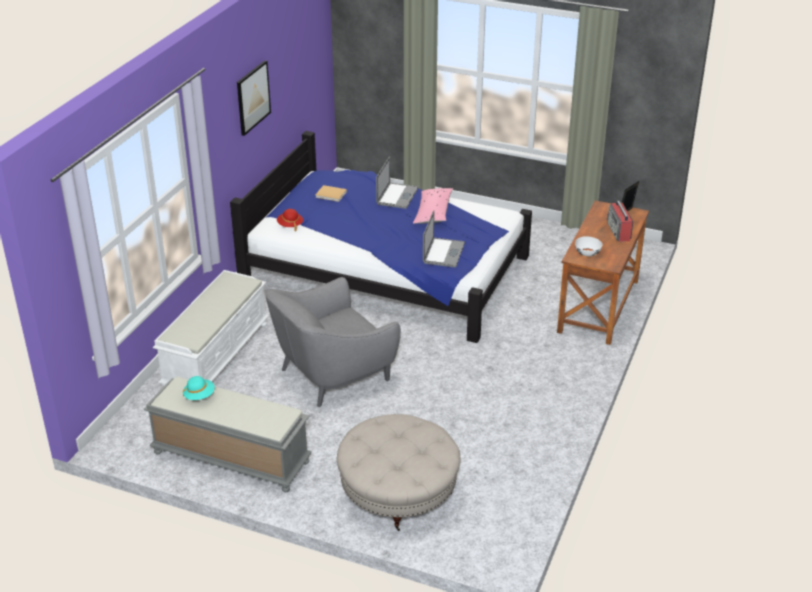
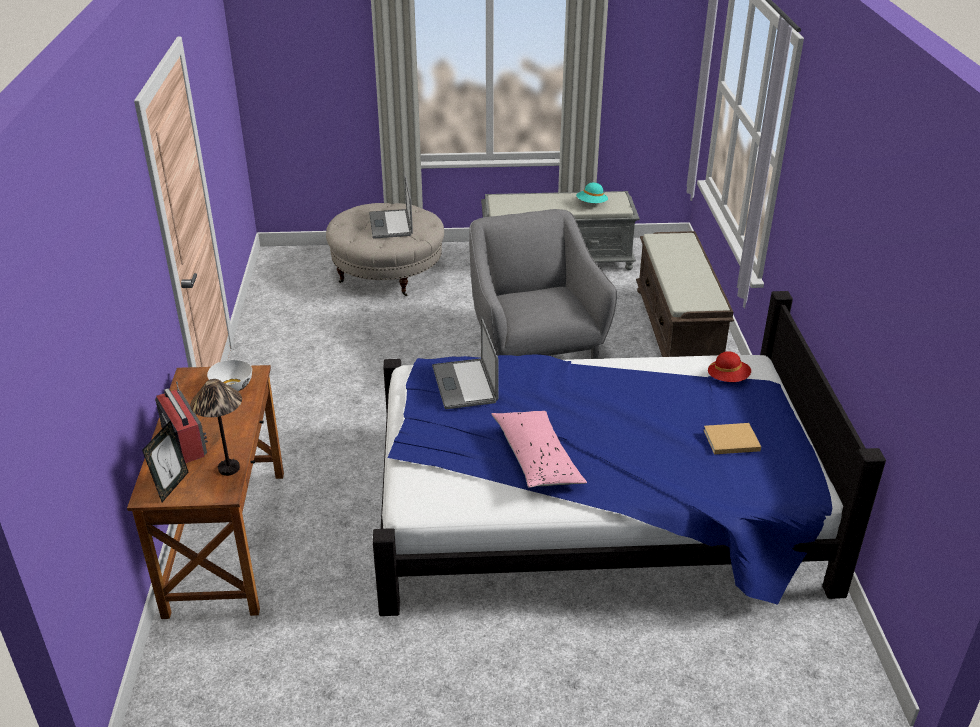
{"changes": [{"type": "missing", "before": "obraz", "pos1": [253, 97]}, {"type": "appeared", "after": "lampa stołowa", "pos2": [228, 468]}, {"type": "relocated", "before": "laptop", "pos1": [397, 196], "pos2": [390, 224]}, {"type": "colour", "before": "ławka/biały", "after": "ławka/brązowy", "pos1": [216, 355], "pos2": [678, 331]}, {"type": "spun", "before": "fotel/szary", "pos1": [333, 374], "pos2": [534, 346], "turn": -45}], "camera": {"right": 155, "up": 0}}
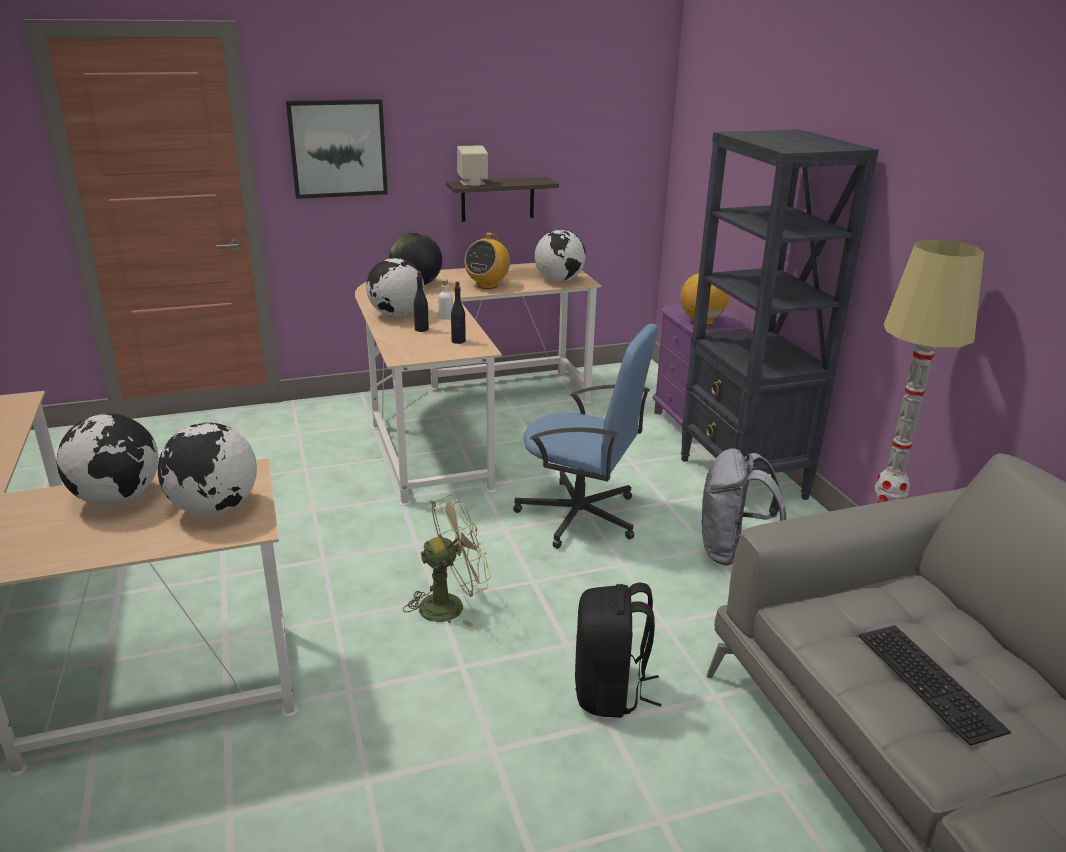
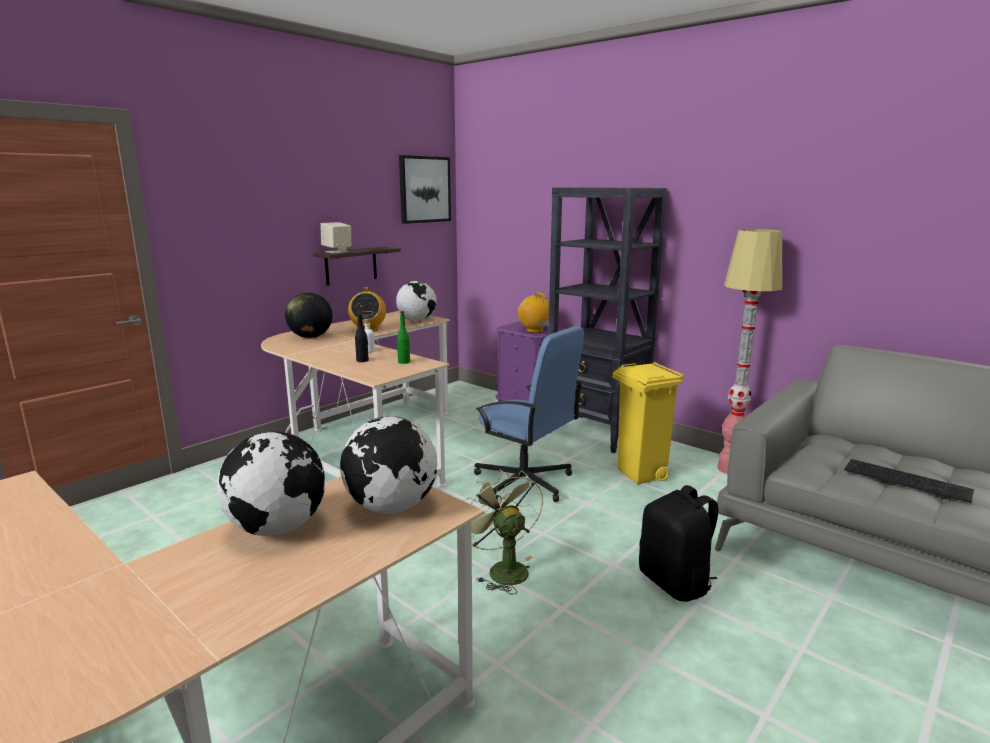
{"changes": [{"type": "missing", "before": "globus", "pos1": [396, 315]}, {"type": "relocated", "before": "obraz", "pos1": [338, 148], "pos2": [424, 189]}, {"type": "exchanged", "before": "plecak/szary", "after": "kosz na śmieci/żółty", "pos1": [732, 552], "pos2": [641, 475]}, {"type": "colour", "before": "butelka/czarny", "after": "butelka/zielony", "pos1": [458, 341], "pos2": [404, 362]}, {"type": "spun", "before": "wentylator/zielony", "pos1": [450, 604], "pos2": [502, 569], "turn": -60}, {"type": "spun", "before": "krzesło biurowe/niebieski", "pos1": [580, 516], "pos2": [524, 482], "turn": 45}], "camera": {"right": -30, "up": -10}}
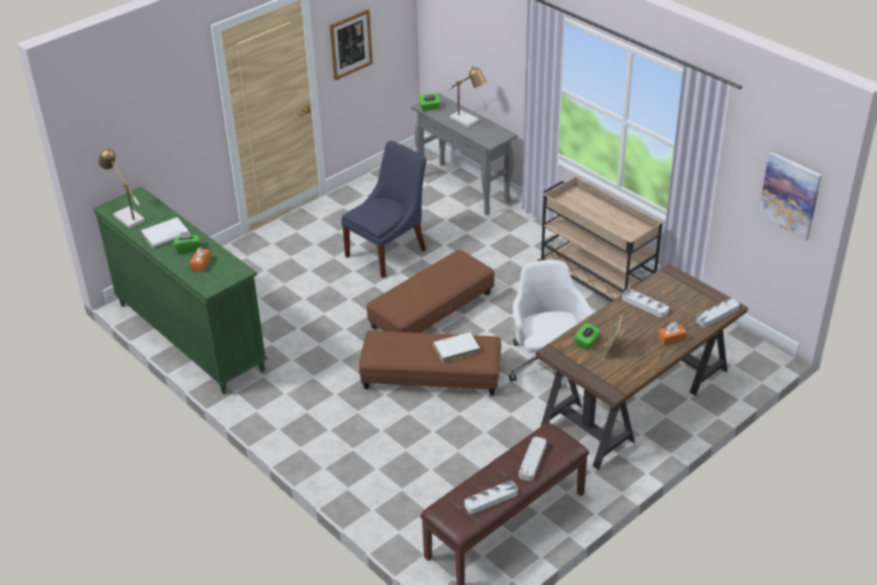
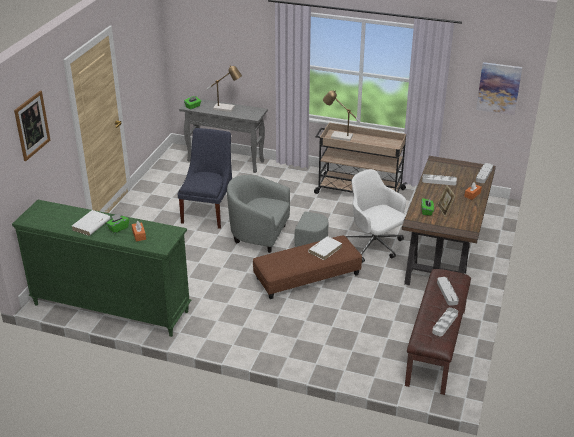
{"changes": [{"type": "relocated", "before": "lampa stołowa", "pos1": [126, 217], "pos2": [338, 136]}, {"type": "relocated", "before": "obraz", "pos1": [350, 44], "pos2": [32, 125]}, {"type": "exchanged", "before": "pufa/brązowy", "after": "fotel/szary", "pos1": [432, 310], "pos2": [271, 238]}], "camera": {"right": -30, "up": -5}}
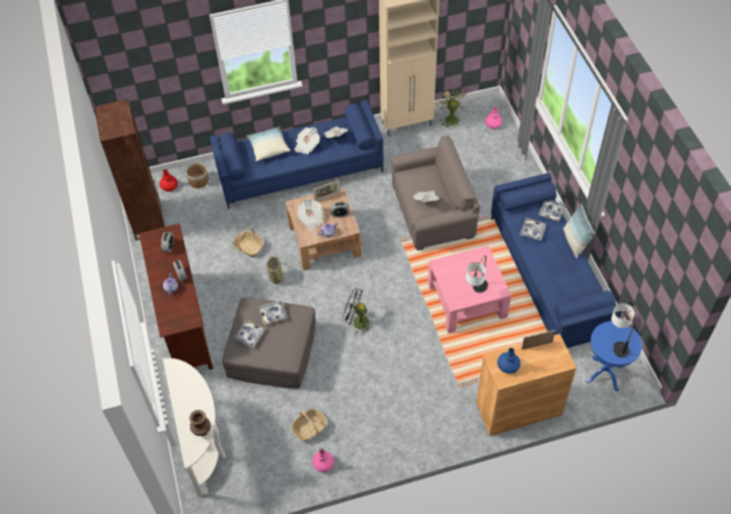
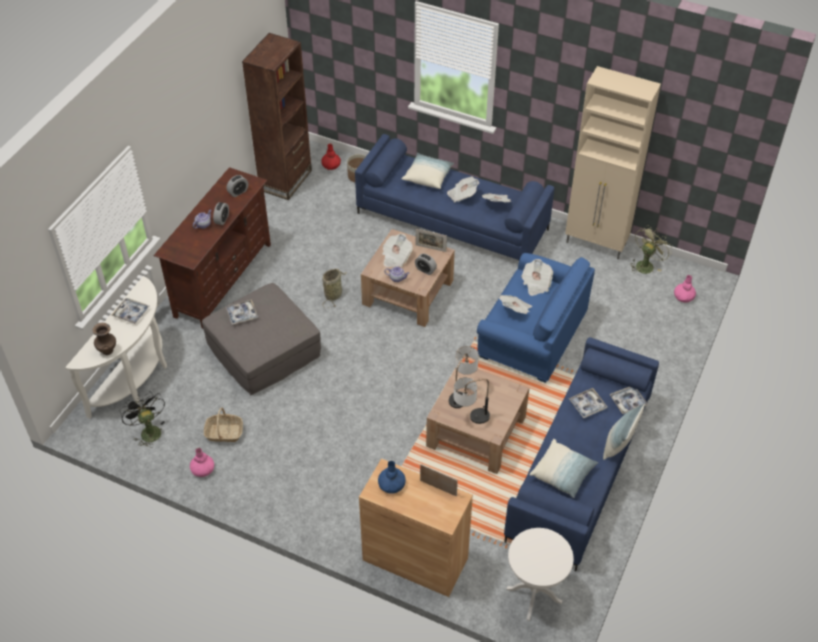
{"changes": [{"type": "missing", "before": "koszyk", "pos1": [248, 247]}, {"type": "appeared", "after": "gazeta", "pos2": [536, 284]}, {"type": "appeared", "after": "poduszka", "pos2": [562, 473]}, {"type": "relocated", "before": "taca", "pos1": [273, 314], "pos2": [131, 313]}, {"type": "relocated", "before": "wentylator/czarny", "pos1": [357, 322], "pos2": [148, 431]}, {"type": "relocated", "before": "lampa stołowa", "pos1": [617, 342], "pos2": [462, 393]}, {"type": "colour", "before": "fotel/szary", "after": "fotel/niebieski", "pos1": [432, 212], "pos2": [532, 335]}, {"type": "colour", "before": "ława/różowy", "after": "ława/brązowy", "pos1": [467, 300], "pos2": [476, 431]}, {"type": "colour", "before": "stolik/niebieski", "after": "stolik/biały", "pos1": [605, 373], "pos2": [534, 595]}], "camera": {"right": 40, "up": -5}}
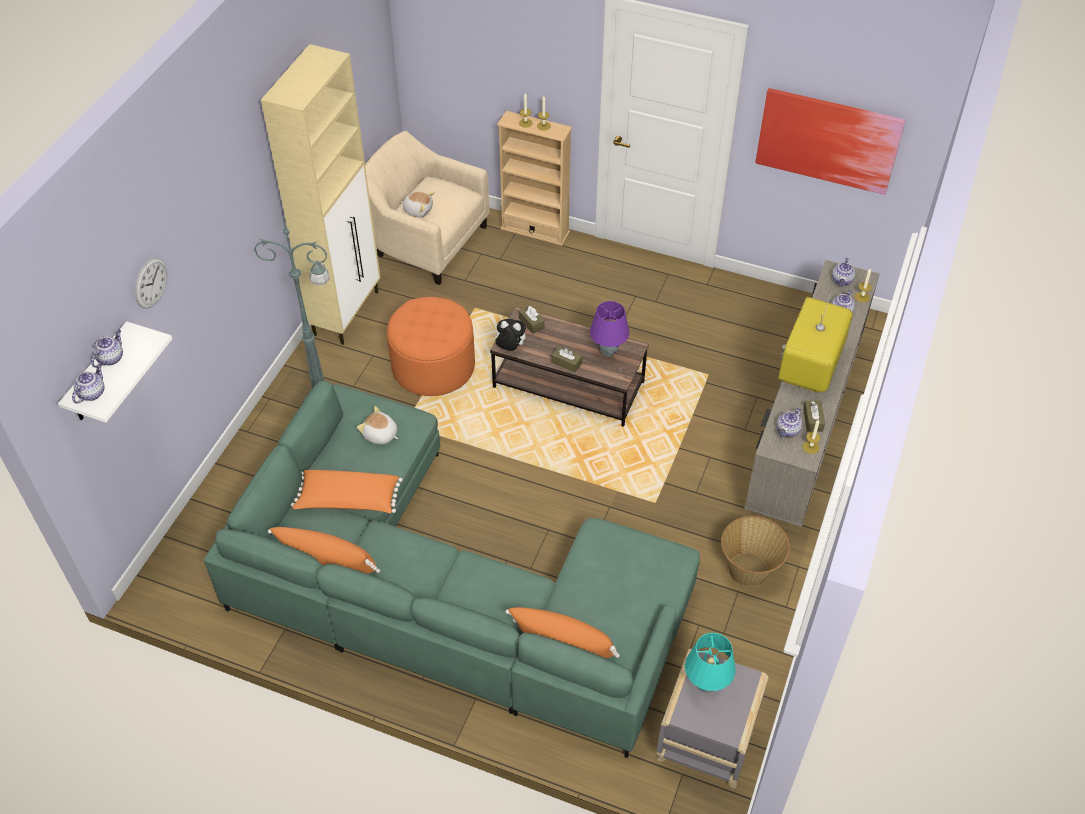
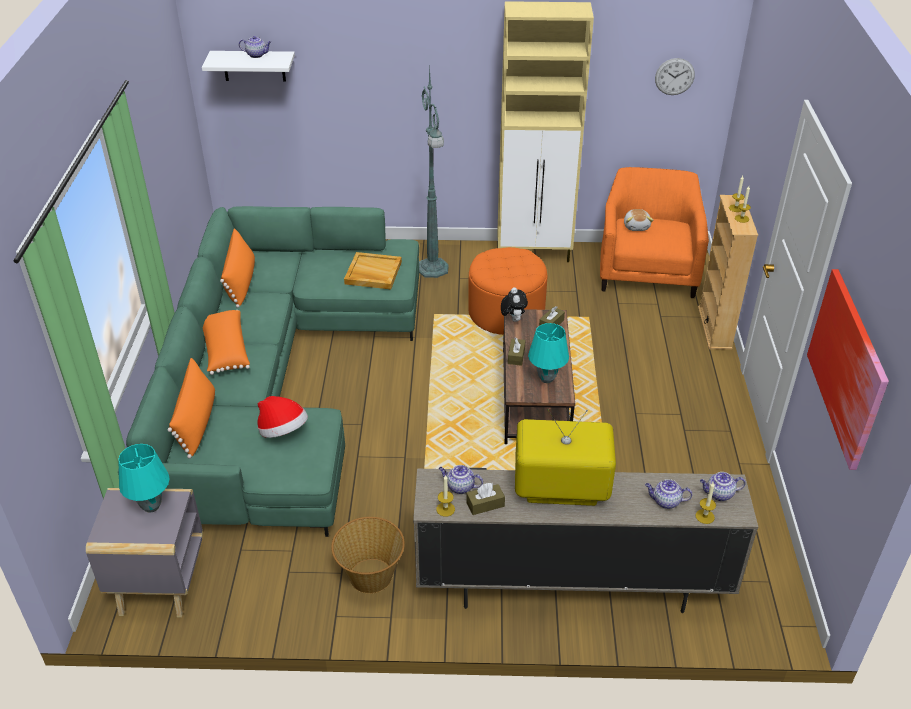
{"changes": [{"type": "missing", "before": "imbryk", "pos1": [92, 393]}, {"type": "appeared", "after": "kapelusz", "pos2": [283, 431]}, {"type": "relocated", "before": "zegar ścienny", "pos1": [150, 283], "pos2": [674, 76]}, {"type": "relocated", "before": "poduszka/pomarańczowy", "pos1": [348, 500], "pos2": [225, 350]}, {"type": "exchanged", "before": "pluszak", "after": "taca/beżowy", "pos1": [380, 435], "pos2": [372, 273]}, {"type": "colour", "before": "fotel/beżowy", "after": "fotel/pomarańczowy", "pos1": [427, 242], "pos2": [647, 271]}, {"type": "colour", "before": "lampa stołowa/fioletowy", "after": "lampa stołowa/turkusowy", "pos1": [608, 351], "pos2": [547, 378]}], "camera": {"right": 70, "up": -10}}
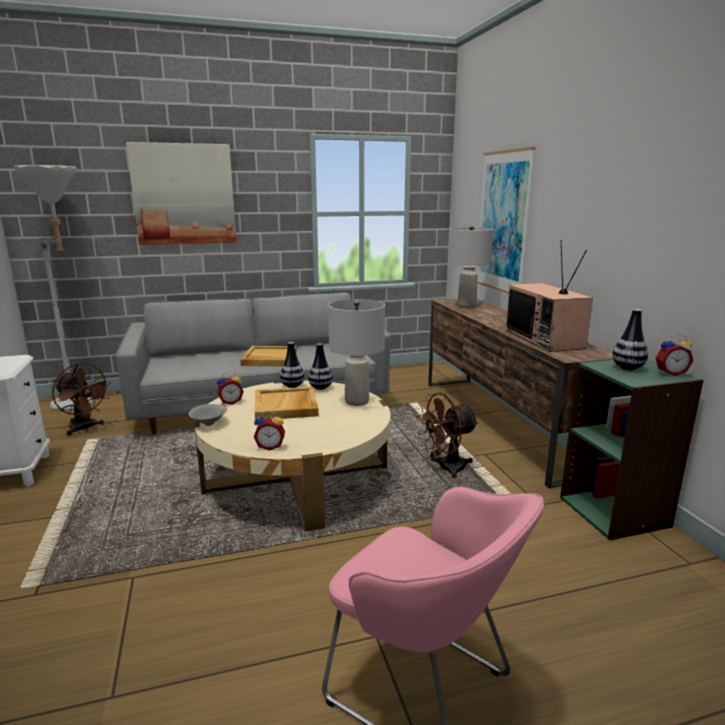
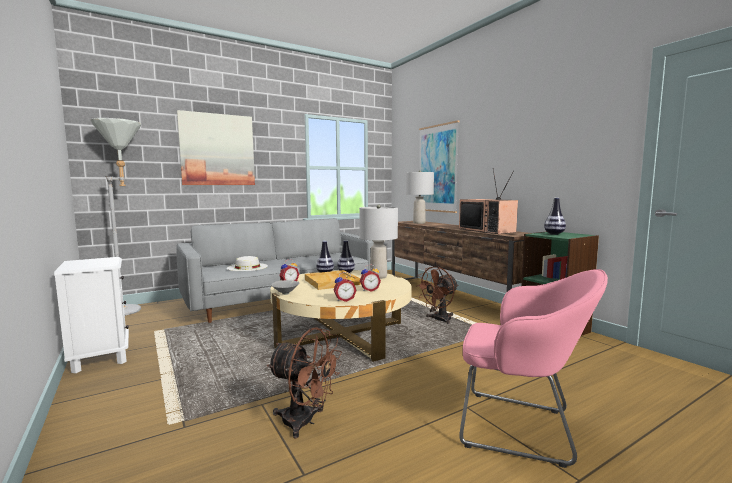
{"changes": [{"type": "missing", "before": "taca/beżowy", "pos1": [269, 359]}, {"type": "appeared", "after": "kapelusz/biały", "pos2": [247, 267]}, {"type": "relocated", "before": "wentylator/brązowy", "pos1": [84, 428], "pos2": [305, 422]}, {"type": "relocated", "before": "budzik", "pos1": [670, 373], "pos2": [369, 290]}], "camera": {"right": -15, "up": -10}}
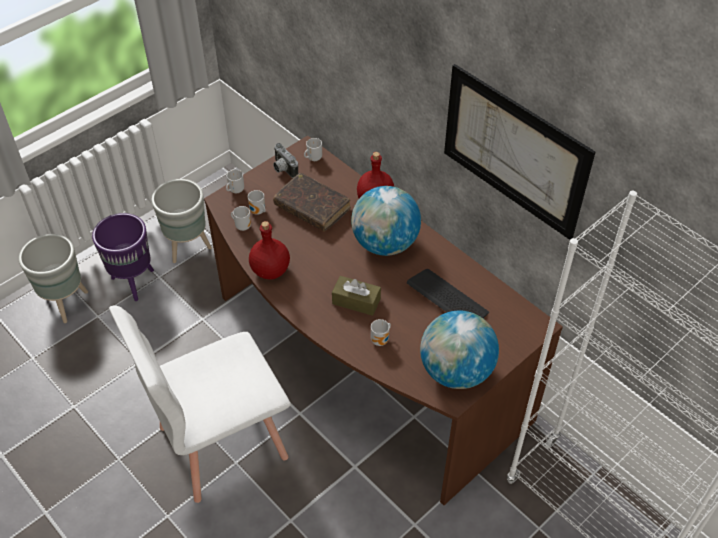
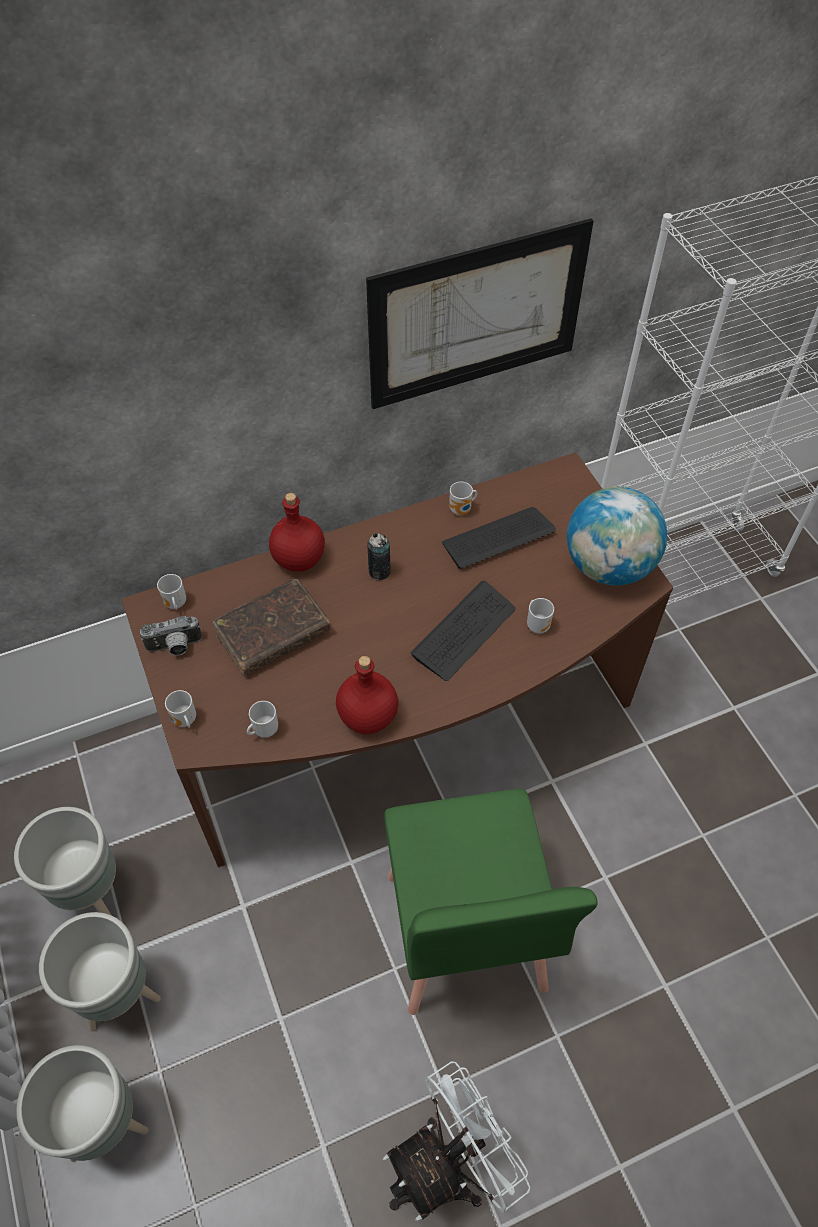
{"changes": [{"type": "appeared", "after": "wentylator/biały", "pos2": [448, 1165]}, {"type": "relocated", "before": "kubek", "pos1": [258, 212], "pos2": [462, 510]}, {"type": "exchanged", "before": "pudełko chusteczek/brązowy", "after": "klawiatura", "pos1": [356, 301], "pos2": [464, 632]}, {"type": "exchanged", "before": "globus", "after": "puszka", "pos1": [385, 244], "pos2": [379, 571]}, {"type": "colour", "before": "donica/fioletowy", "after": "donica/szary", "pos1": [133, 282], "pos2": [118, 995]}, {"type": "colour", "before": "krzesło/biały", "after": "krzesło/zielony", "pos1": [221, 442], "pos2": [464, 933]}], "camera": {"right": -70, "up": 5}}
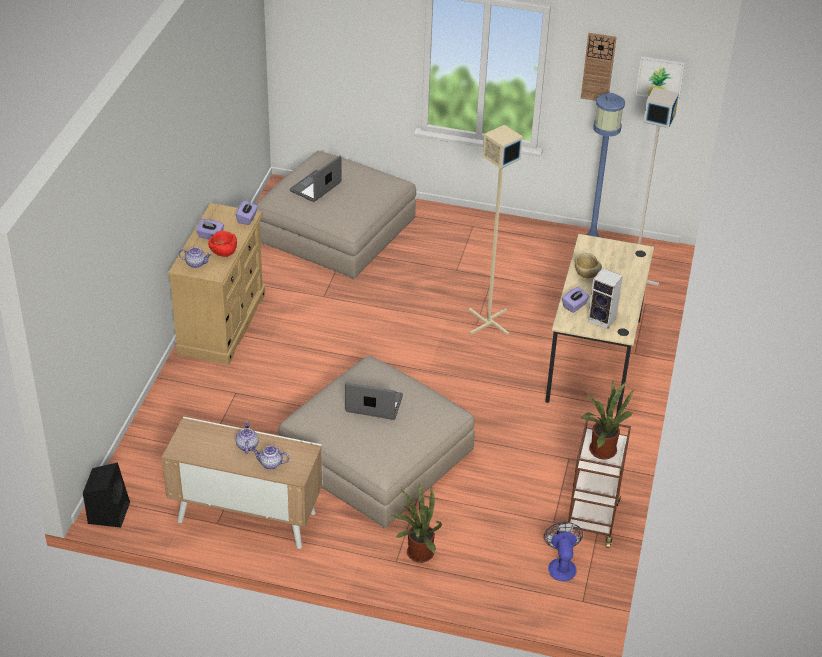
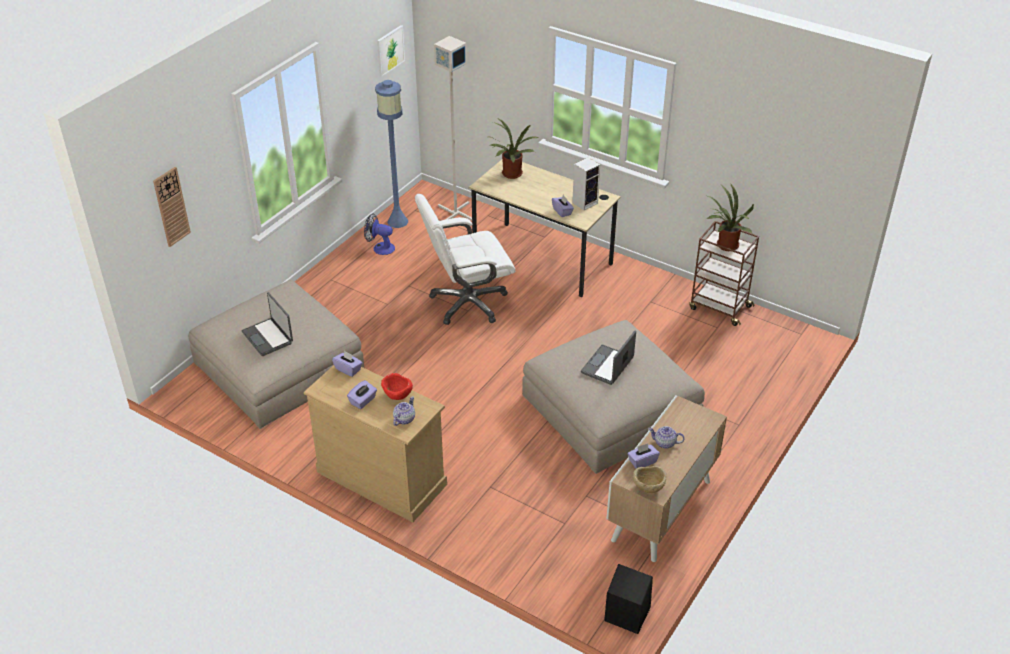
{"changes": [{"type": "missing", "before": "imbryk", "pos1": [270, 464]}, {"type": "appeared", "after": "pudełko chusteczek/fioletowy", "pos2": [642, 461]}, {"type": "relocated", "before": "roślina doniczkowa", "pos1": [417, 553], "pos2": [511, 175]}, {"type": "relocated", "before": "wentylator", "pos1": [561, 565], "pos2": [380, 248]}, {"type": "relocated", "before": "miska/beżowy", "pos1": [586, 275], "pos2": [648, 488]}, {"type": "relocated", "before": "zegar ścienny", "pos1": [598, 67], "pos2": [171, 207]}, {"type": "exchanged", "before": "lampa stojąca/beżowy", "after": "krzesło biurowe/biały", "pos1": [487, 322], "pos2": [467, 303]}], "camera": {"right": -70, "up": 0}}
